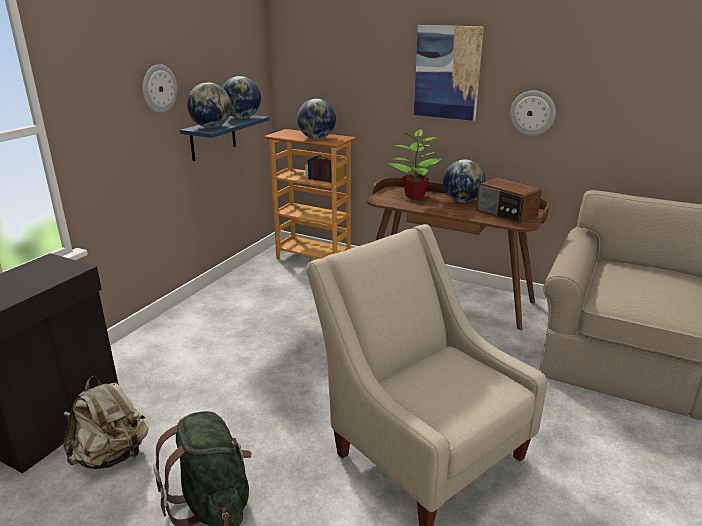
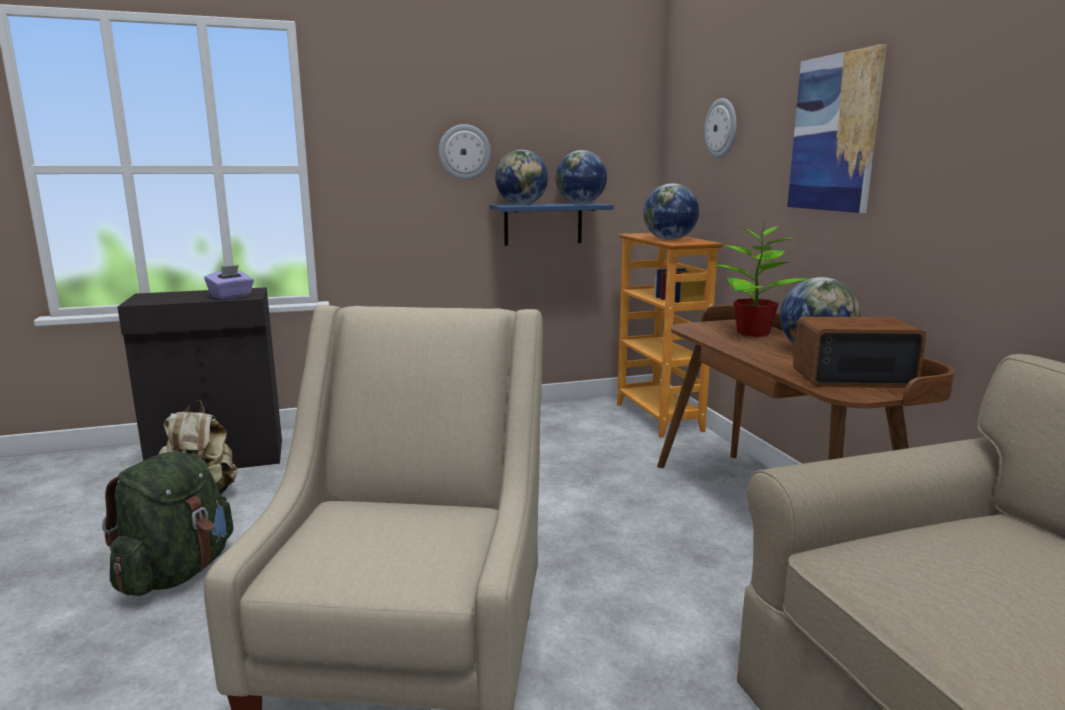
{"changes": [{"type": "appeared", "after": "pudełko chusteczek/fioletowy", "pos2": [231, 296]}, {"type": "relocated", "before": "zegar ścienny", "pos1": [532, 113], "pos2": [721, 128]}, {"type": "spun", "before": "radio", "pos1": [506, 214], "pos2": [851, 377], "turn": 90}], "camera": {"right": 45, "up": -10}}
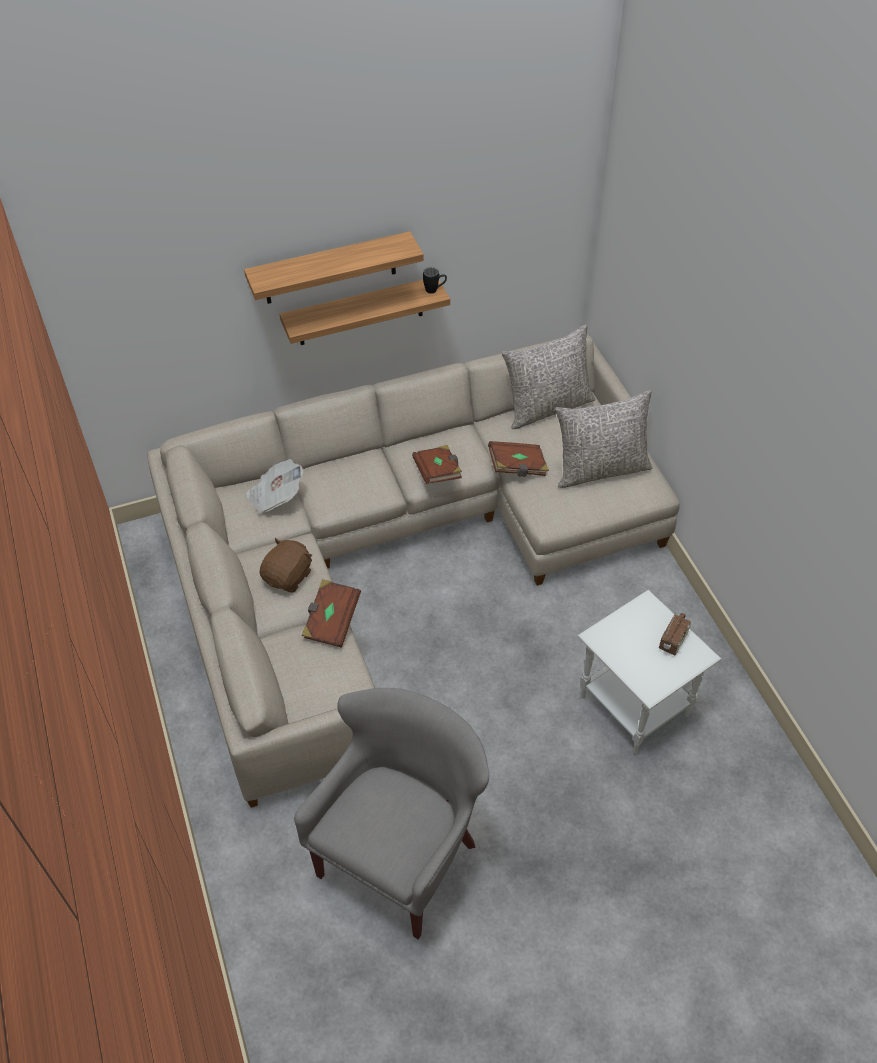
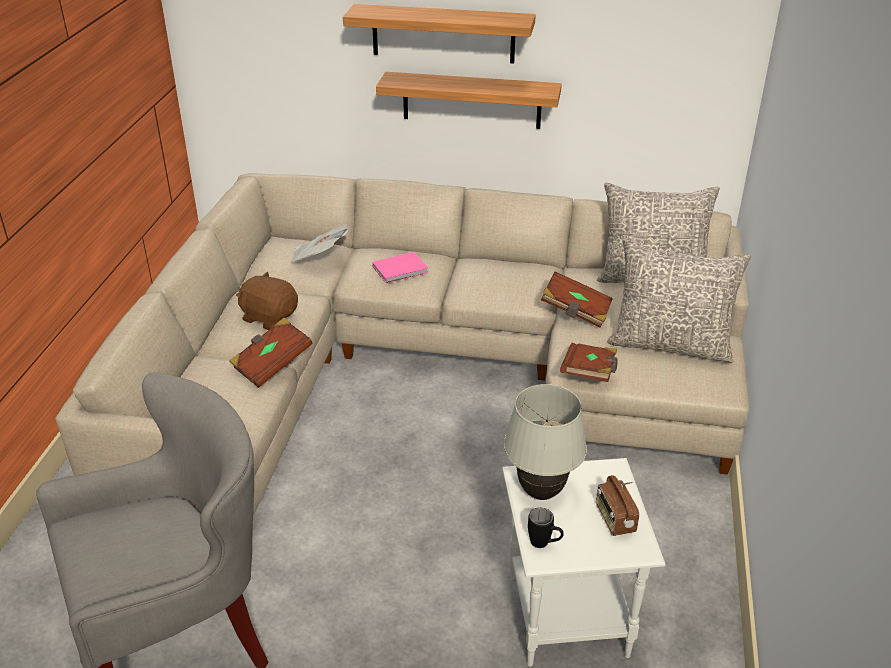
{"changes": [{"type": "appeared", "after": "książka/różowy", "pos2": [401, 269]}, {"type": "appeared", "after": "lampa stołowa/biały", "pos2": [541, 493]}, {"type": "relocated", "before": "książka/brązowy", "pos1": [438, 472], "pos2": [589, 374]}, {"type": "relocated", "before": "kubek/czarny", "pos1": [435, 290], "pos2": [544, 544]}, {"type": "spun", "before": "pluszak/brązowy", "pos1": [288, 576], "pos2": [269, 317], "turn": -120}, {"type": "spun", "before": "radio", "pos1": [673, 642], "pos2": [614, 520], "turn": 105}], "camera": {"right": 30, "up": -15}}
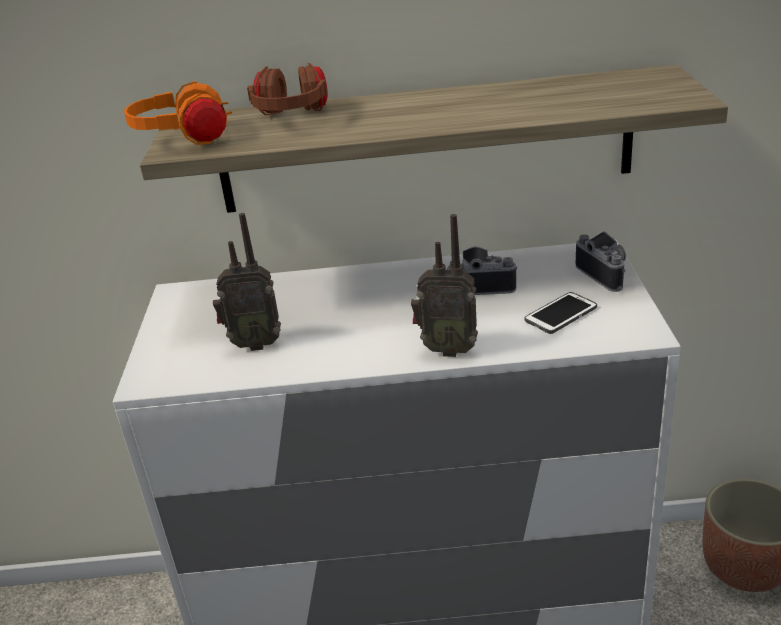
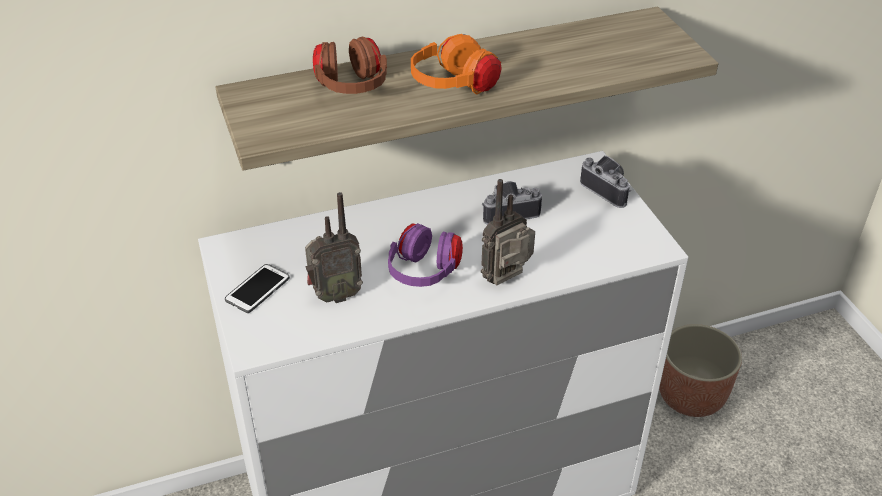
{"changes": [{"type": "appeared", "after": "słuchawki/fioletowy", "pos2": [424, 273]}, {"type": "relocated", "before": "słuchawki/pomarańczowy", "pos1": [184, 140], "pos2": [454, 87]}, {"type": "relocated", "before": "telefon", "pos1": [561, 314], "pos2": [257, 289]}, {"type": "spun", "before": "radio", "pos1": [447, 349], "pos2": [508, 281], "turn": 150}], "camera": {"right": -20, "up": 10}}
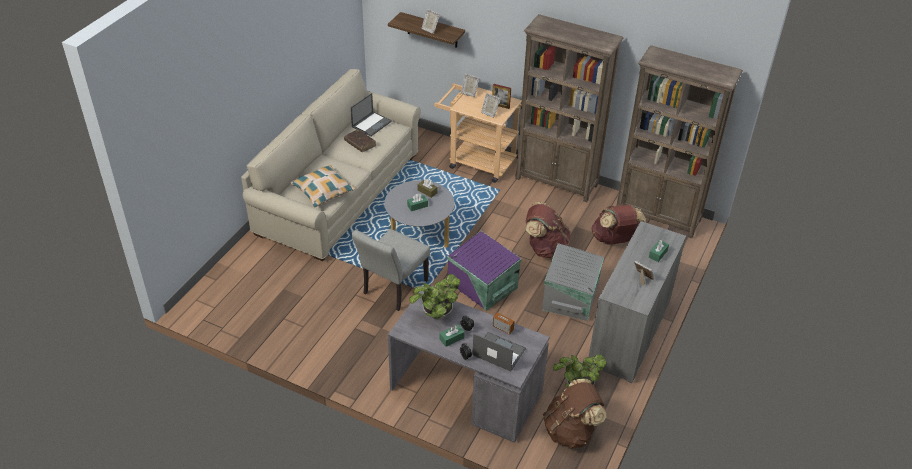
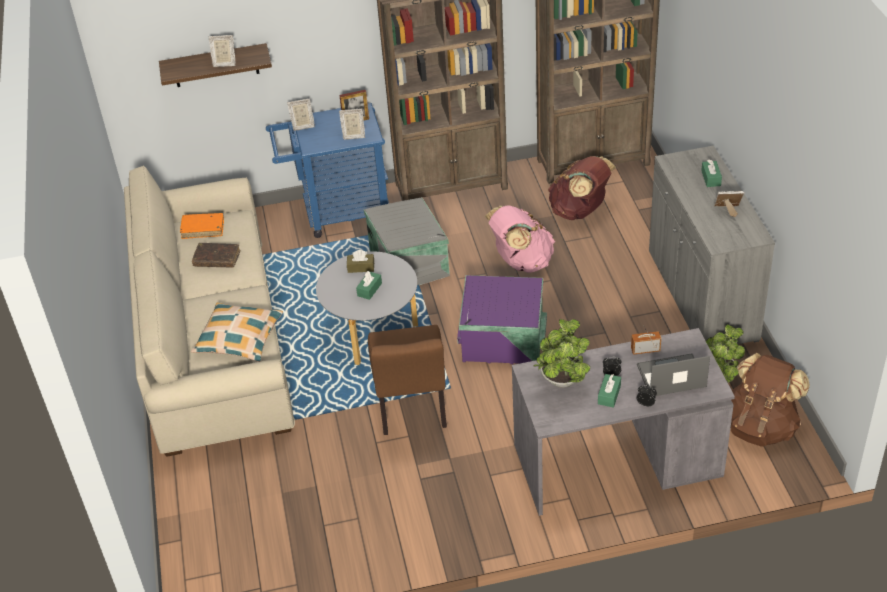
{"changes": [{"type": "relocated", "before": "pojemnik do przechowywania/szary", "pos1": [571, 296], "pos2": [410, 262]}, {"type": "exchanged", "before": "laptop", "after": "książka/pomarańczowy", "pos1": [372, 124], "pos2": [203, 229]}, {"type": "colour", "before": "krzesło/szary", "after": "krzesło/brązowy", "pos1": [392, 290], "pos2": [412, 410]}, {"type": "colour", "before": "wózek/beżowy", "after": "wózek/niebieski", "pos1": [476, 161], "pos2": [338, 213]}, {"type": "colour", "before": "plecak/brązowy", "after": "plecak/różowy", "pos1": [545, 248], "pos2": [521, 262]}], "camera": {"right": -35, "up": 0}}
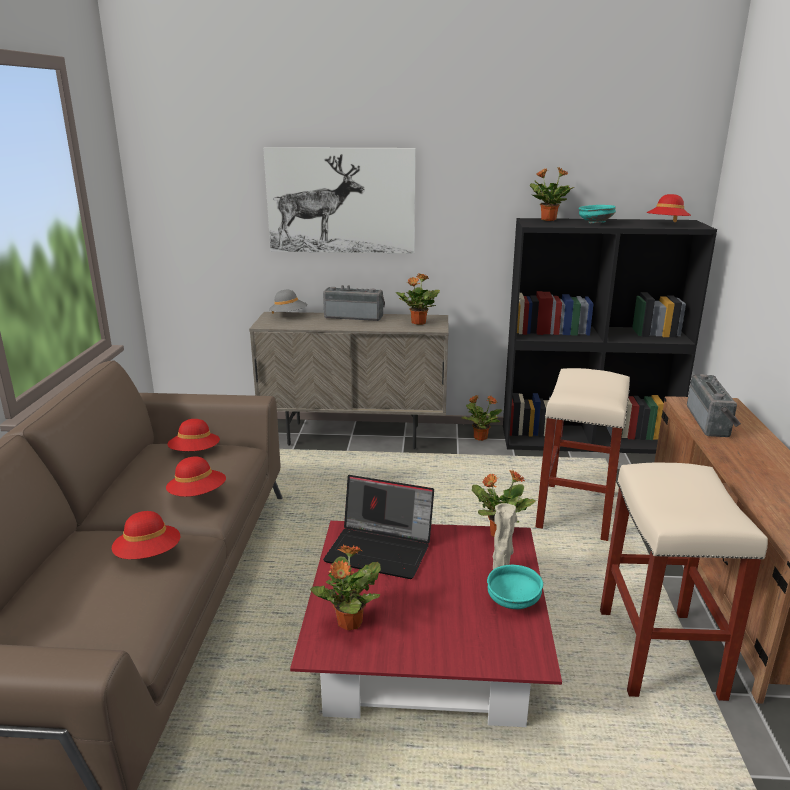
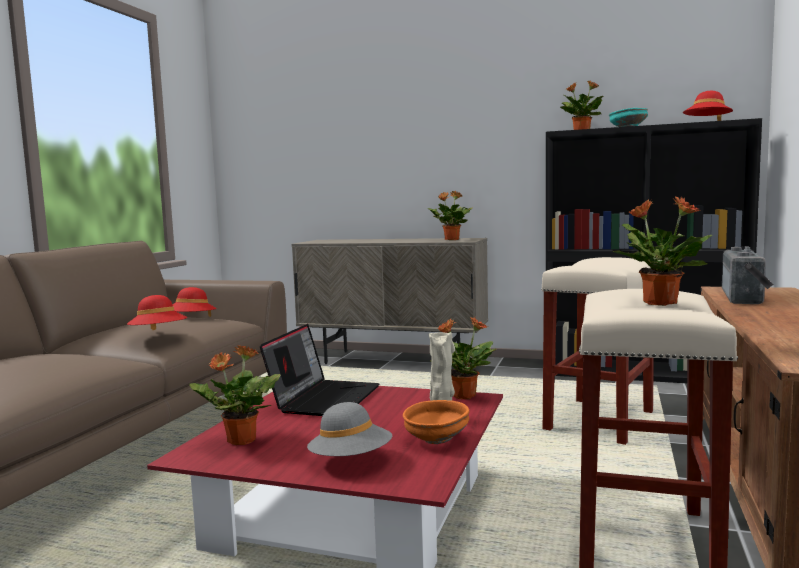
{"changes": [{"type": "missing", "before": "kapelusz/czerwony", "pos1": [149, 555]}, {"type": "missing", "before": "obraz", "pos1": [341, 201]}, {"type": "missing", "before": "radio", "pos1": [354, 316]}, {"type": "relocated", "before": "kapelusz/szary", "pos1": [289, 316], "pos2": [351, 461]}, {"type": "relocated", "before": "roślina doniczkowa", "pos1": [480, 437], "pos2": [659, 303]}, {"type": "colour", "before": "miska/turkusowy", "after": "miska/pomarańczowy", "pos1": [512, 602], "pos2": [435, 440]}, {"type": "spun", "before": "laptop", "pos1": [381, 550], "pos2": [324, 398], "turn": -105}], "camera": {"right": 15, "up": -15}}
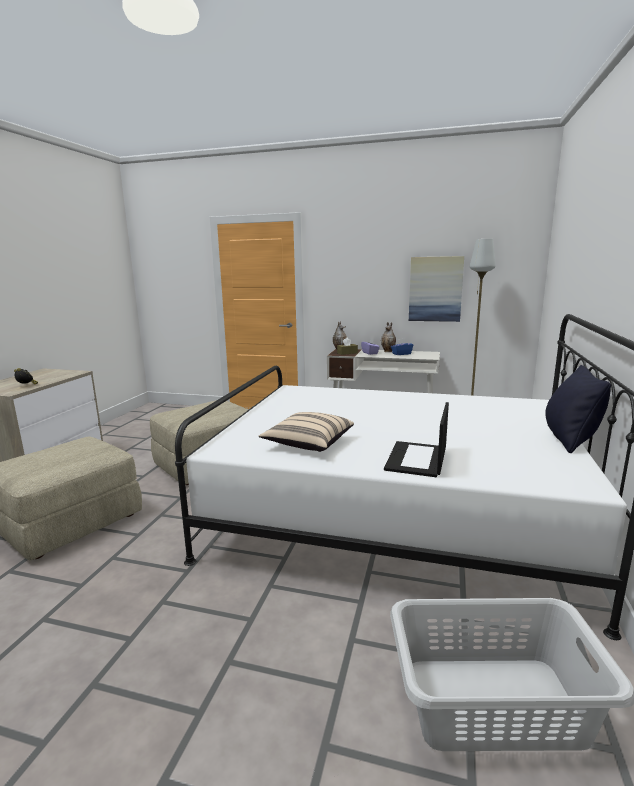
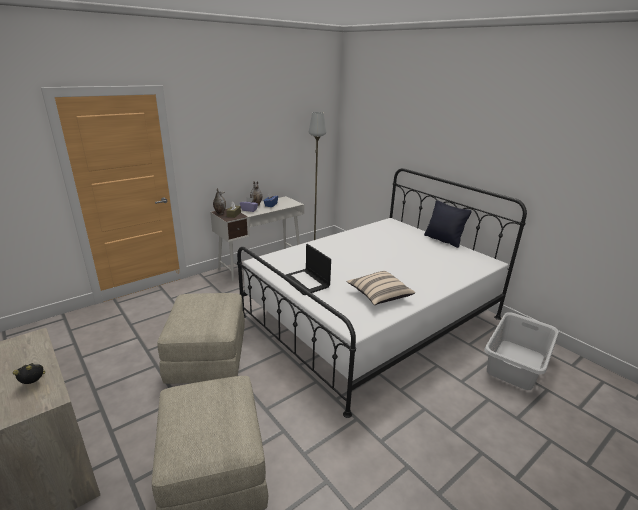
{"changes": [{"type": "missing", "before": "obraz", "pos1": [435, 289]}, {"type": "relocated", "before": "laptop", "pos1": [417, 459], "pos2": [306, 282]}], "camera": {"right": -55, "up": 10}}
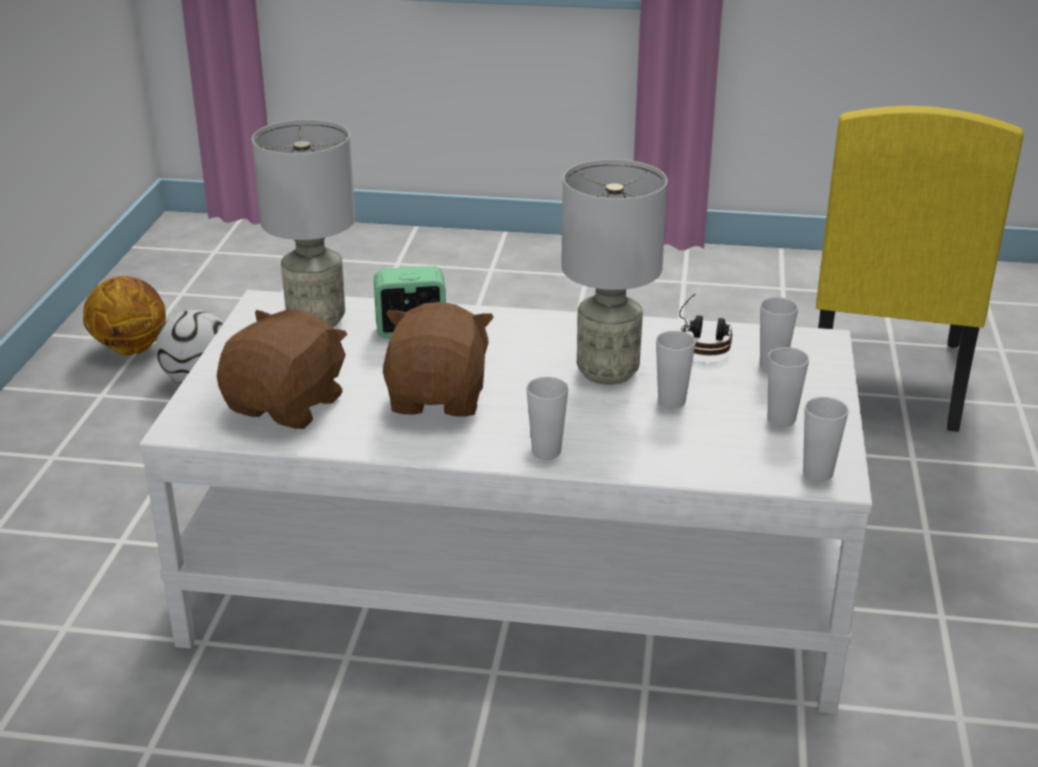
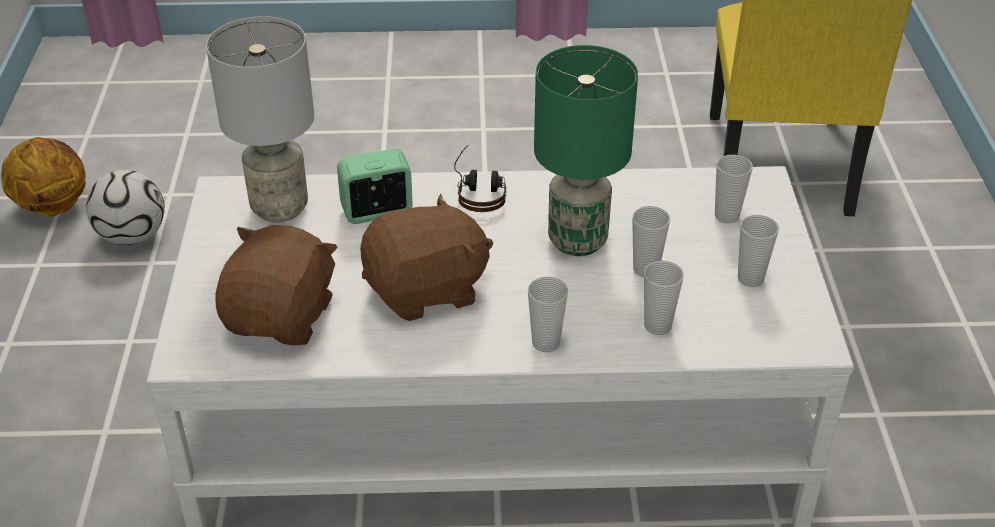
{"changes": [{"type": "relocated", "before": "słuchawki", "pos1": [704, 338], "pos2": [480, 190]}, {"type": "relocated", "before": "filiżanka", "pos1": [818, 473], "pos2": [657, 326]}, {"type": "colour", "before": "lampa stołowa/szary", "after": "lampa stołowa/zielony", "pos1": [606, 372], "pos2": [576, 241]}, {"type": "spun", "before": "pluszak/brązowy", "pos1": [439, 398], "pos2": [426, 291], "turn": 75}], "camera": {"right": -10, "up": 10}}
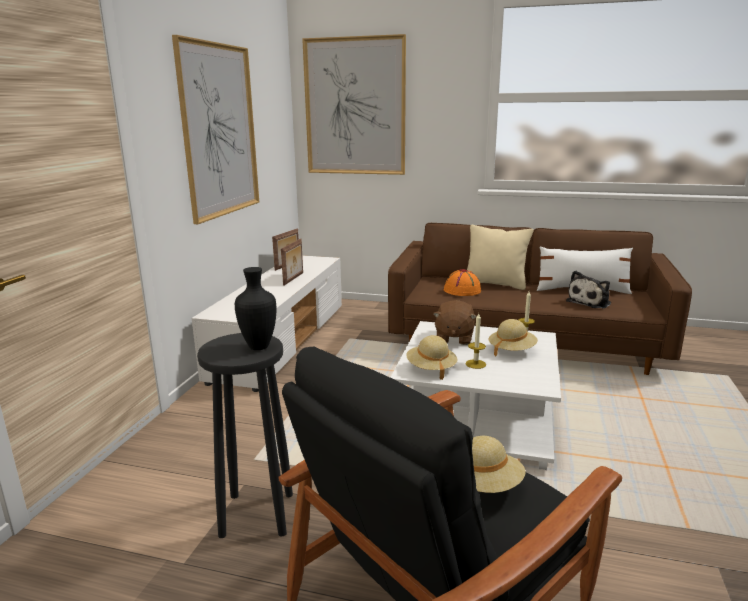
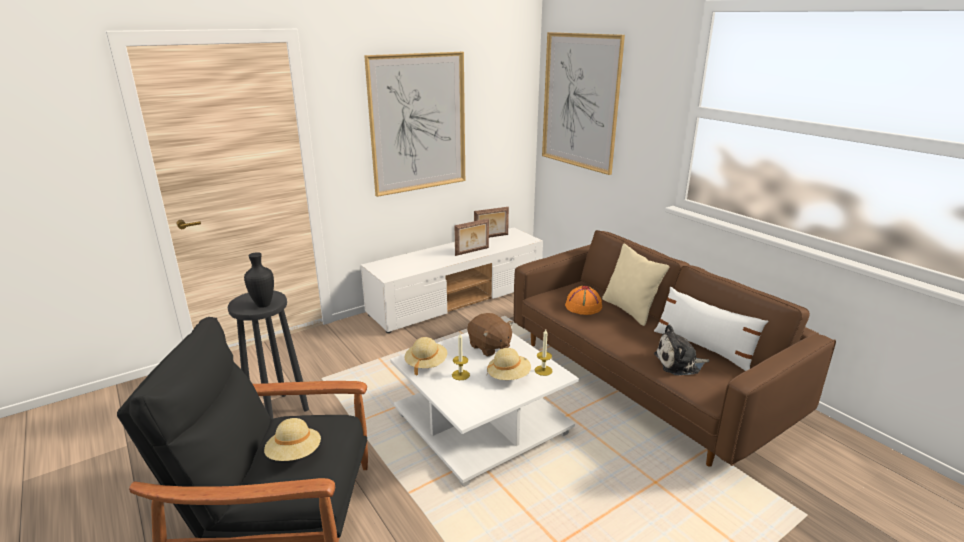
{"changes": [{"type": "spun", "before": "pluszak/brązowy", "pos1": [453, 338], "pos2": [489, 347], "turn": -90}], "camera": {"right": 40, "up": 5}}
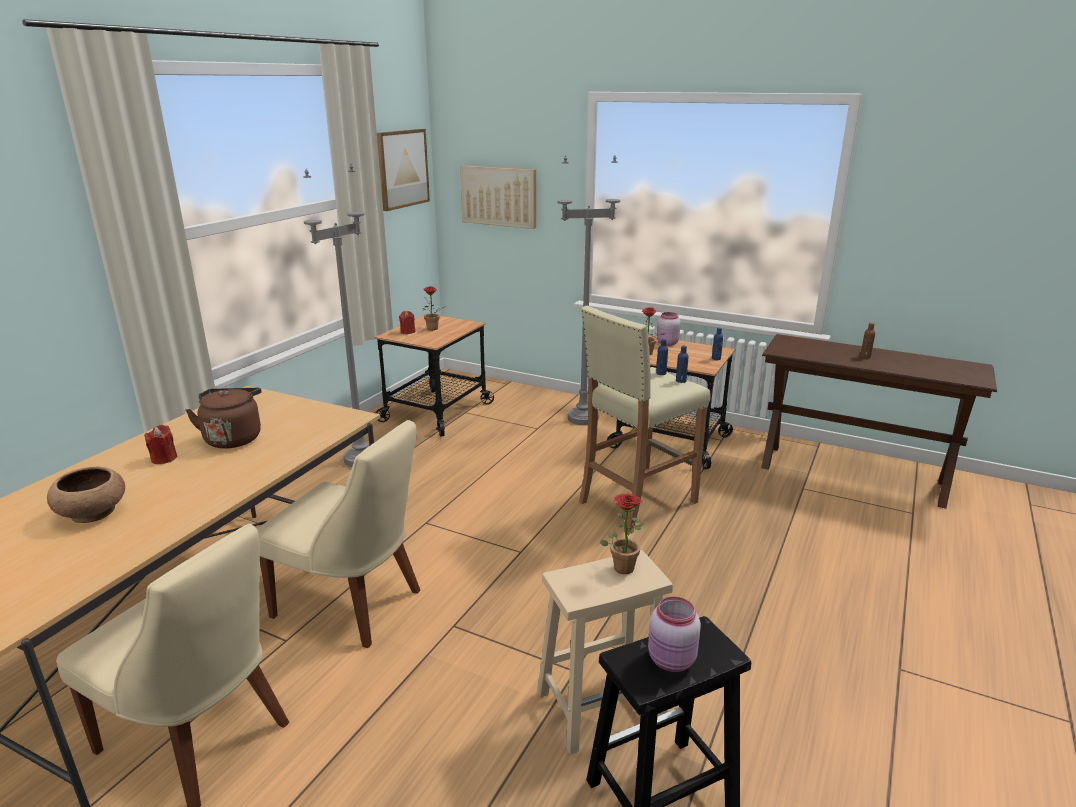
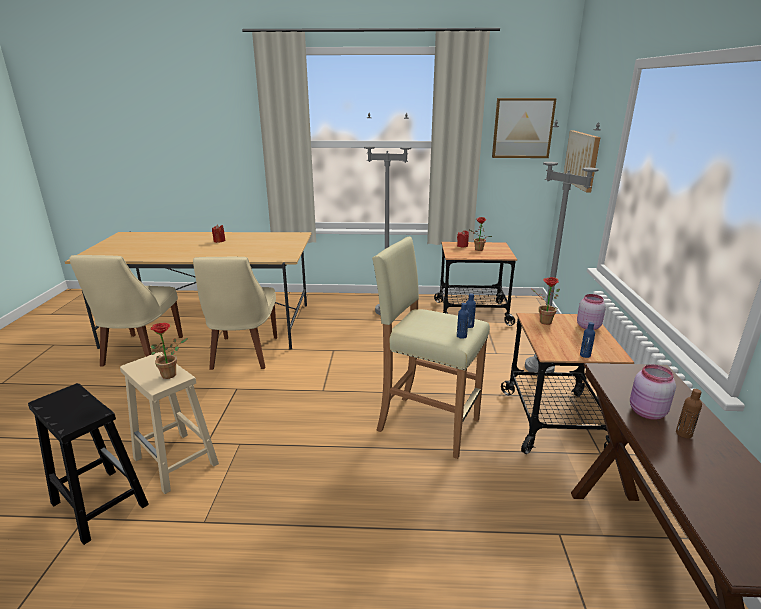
{"changes": [{"type": "missing", "before": "miska/brązowy", "pos1": [93, 512]}, {"type": "missing", "before": "czajnik/brązowy", "pos1": [233, 438]}, {"type": "relocated", "before": "słoik/różowy", "pos1": [672, 661], "pos2": [646, 412]}], "camera": {"right": 65, "up": 0}}
